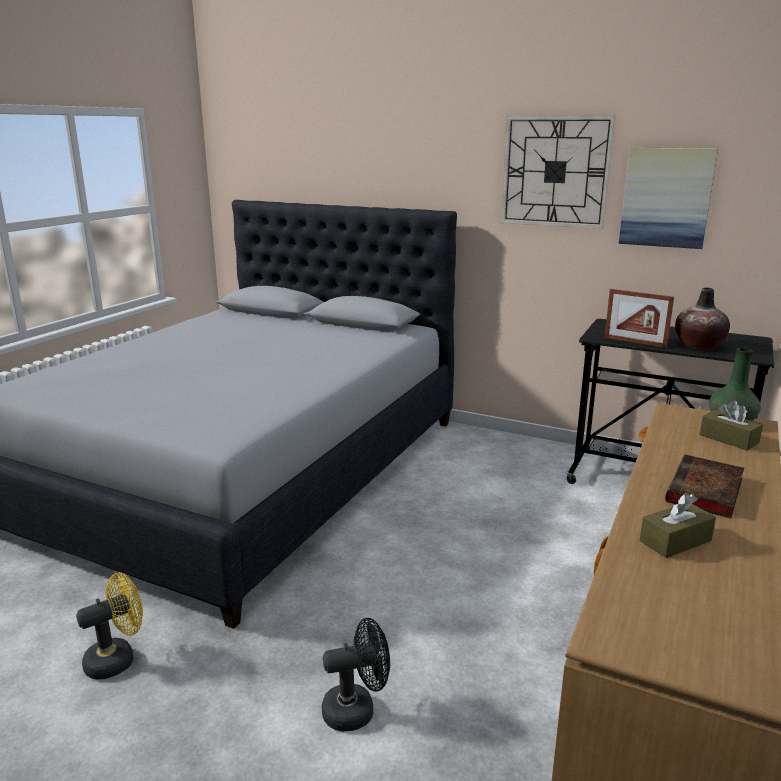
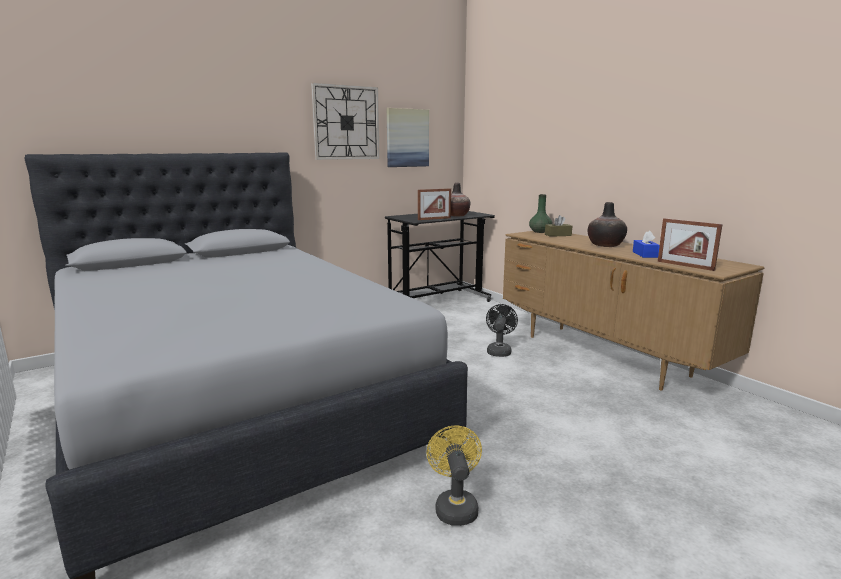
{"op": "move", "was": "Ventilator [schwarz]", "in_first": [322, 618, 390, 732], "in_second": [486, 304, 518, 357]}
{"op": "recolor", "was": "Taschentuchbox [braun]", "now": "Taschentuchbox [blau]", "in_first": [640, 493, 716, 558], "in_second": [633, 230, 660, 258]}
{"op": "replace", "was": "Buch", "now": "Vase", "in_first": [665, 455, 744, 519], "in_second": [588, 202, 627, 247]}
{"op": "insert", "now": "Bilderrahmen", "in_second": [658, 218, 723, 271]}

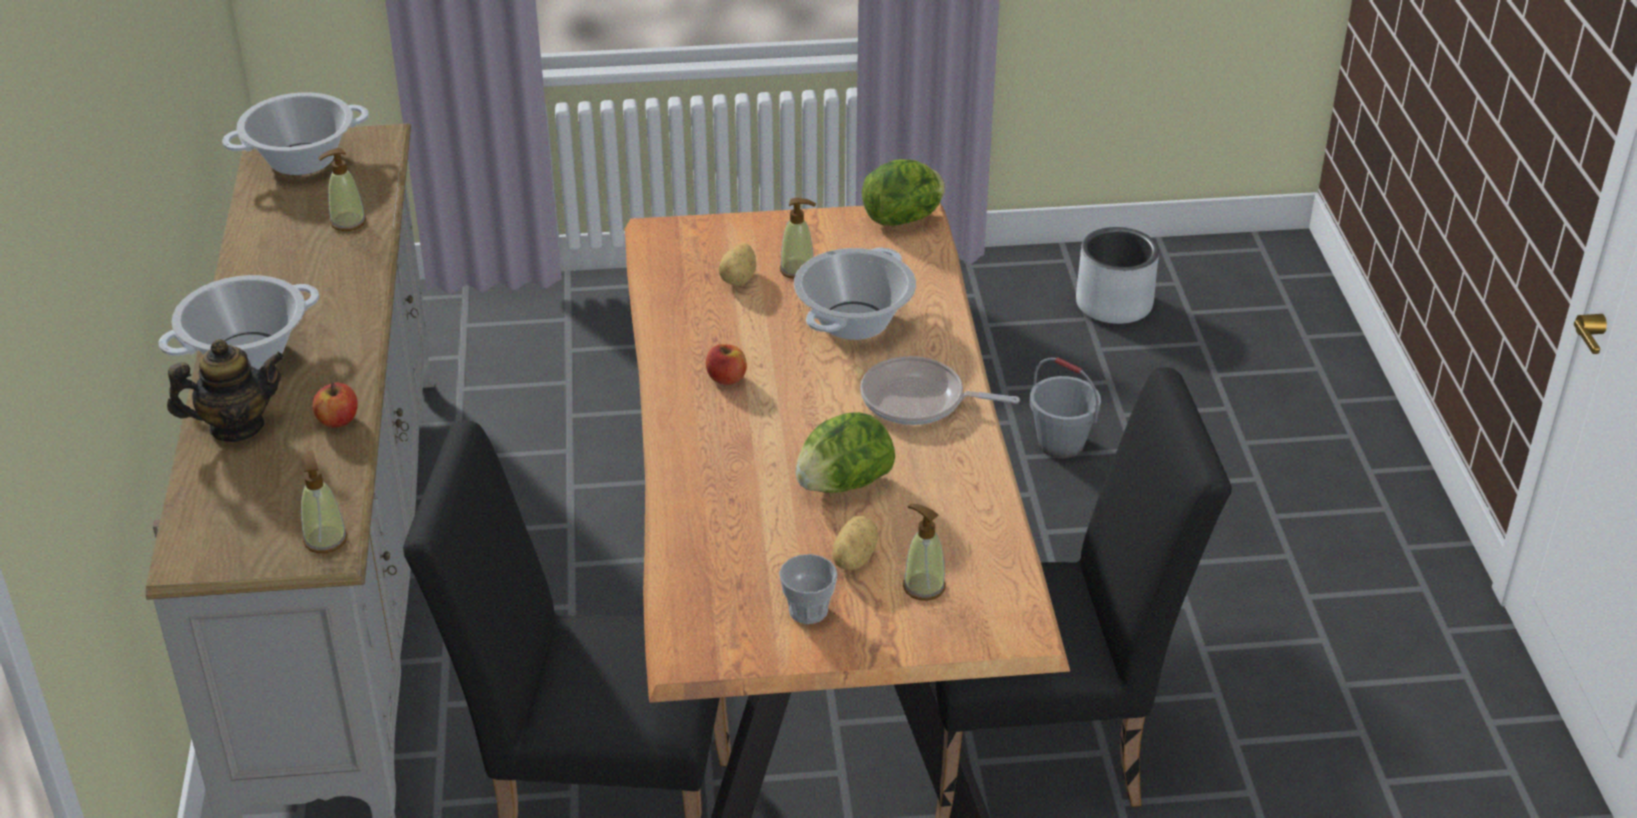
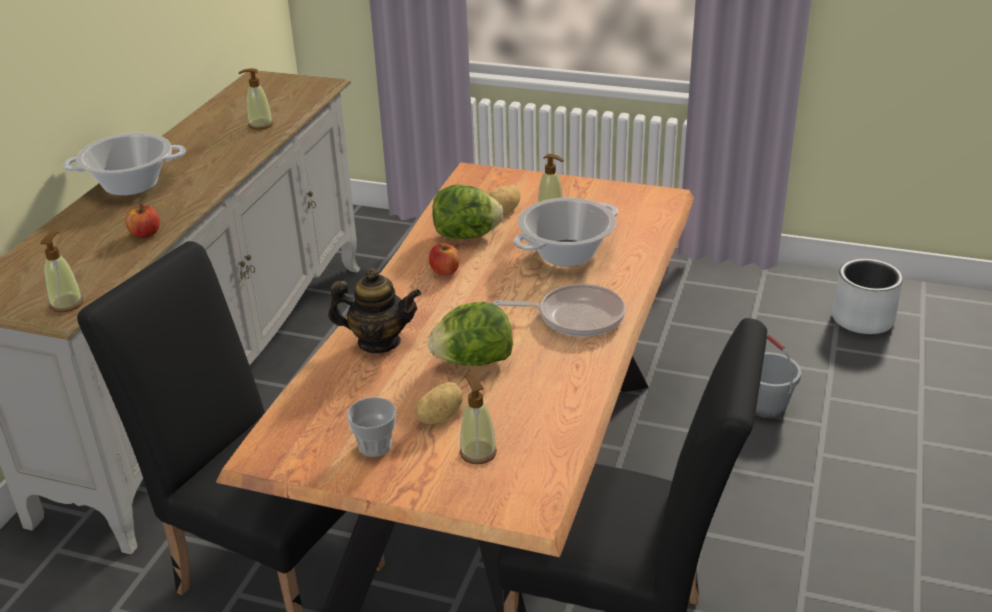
{"op": "move", "was": "Teekanne", "in_first": [167, 339, 284, 442], "in_second": [328, 268, 421, 353]}
{"op": "delete", "was": "Kochtopf", "in_first": [222, 92, 369, 175]}
{"op": "rotate", "was": "Pfanne", "in_first": [860, 356, 1020, 425], "in_second": [493, 284, 626, 337], "clockwise": 150}
{"op": "move", "was": "Salatkopf", "in_first": [862, 159, 945, 226], "in_second": [432, 184, 503, 239]}

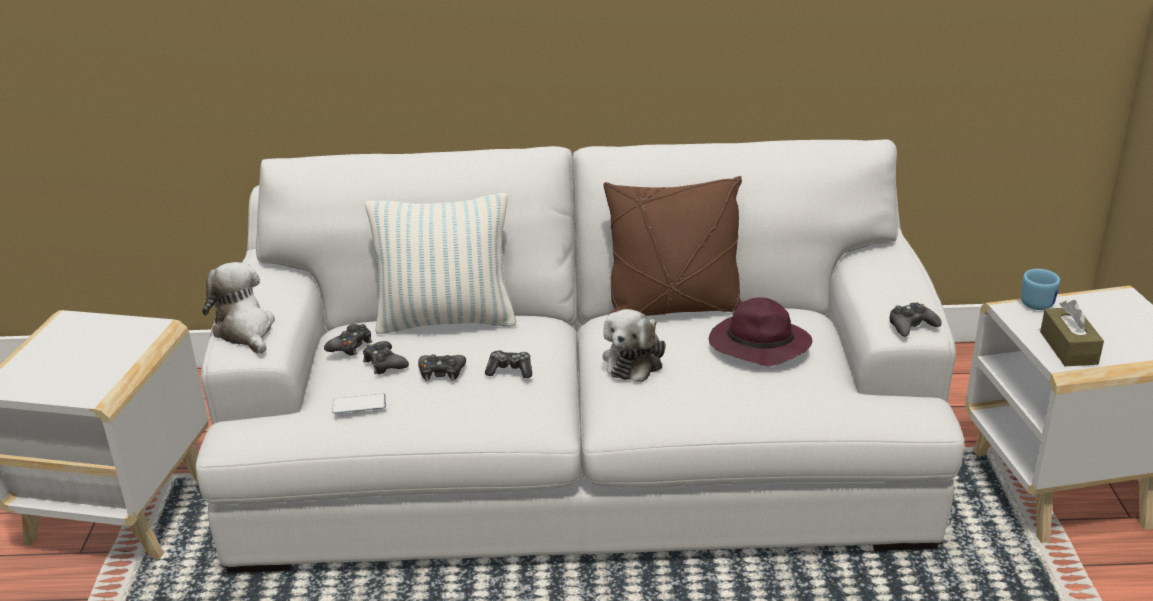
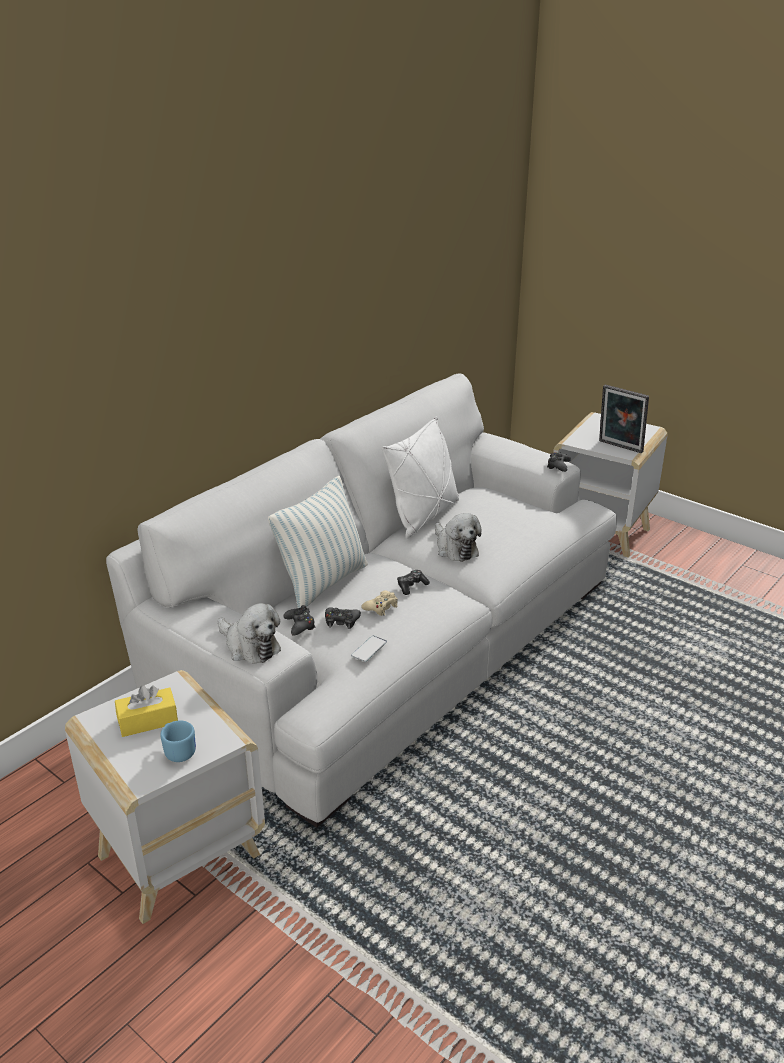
{"op": "rotate", "was": "Plüschtier", "in_first": [202, 262, 275, 354], "in_second": [218, 603, 281, 664], "clockwise": -150}
{"op": "recolor", "was": "Gamepad [schwarz]", "now": "Gamepad [beige]", "in_first": [418, 354, 466, 381], "in_second": [361, 590, 398, 616]}
{"op": "recolor", "was": "Kissen [braun]", "now": "Kissen [weiß]", "in_first": [604, 176, 743, 316], "in_second": [382, 417, 459, 539]}
{"op": "delete", "was": "Hut [lila]", "in_first": [709, 298, 812, 367]}
{"op": "move", "was": "Henkelbecher [blau]", "in_first": [1021, 269, 1060, 310], "in_second": [160, 721, 196, 762]}
{"op": "replace", "was": "Taschentuchbox [braun]", "now": "Bilderrahmen", "in_first": [1040, 300, 1104, 366], "in_second": [599, 385, 649, 453]}
{"op": "insert", "now": "Taschentuchbox [gelb]", "in_second": [115, 685, 178, 737]}

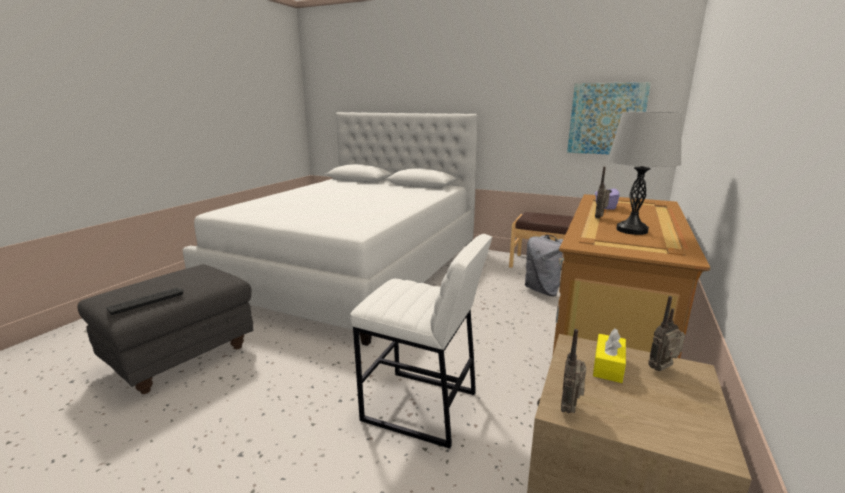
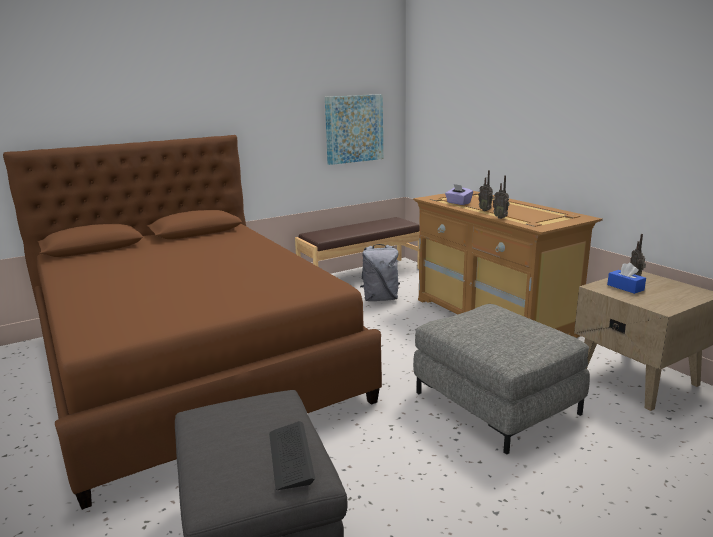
{"op": "recolor", "was": "Bett [weiß]", "now": "Bett [braun]", "in_first": [182, 112, 478, 346], "in_second": [3, 135, 382, 510]}
{"op": "replace", "was": "Stuhl [weiß]", "now": "Polsterhocker [grau]", "in_first": [350, 234, 492, 449], "in_second": [413, 304, 590, 455]}
{"op": "move", "was": "Radio", "in_first": [561, 329, 586, 413], "in_second": [493, 175, 509, 219]}
{"op": "recolor", "was": "Taschentuchbox [gelb]", "now": "Taschentuchbox [blau]", "in_first": [593, 329, 626, 383], "in_second": [607, 263, 646, 294]}
{"op": "delete", "was": "Tischlampe [grau]", "in_first": [608, 112, 682, 235]}

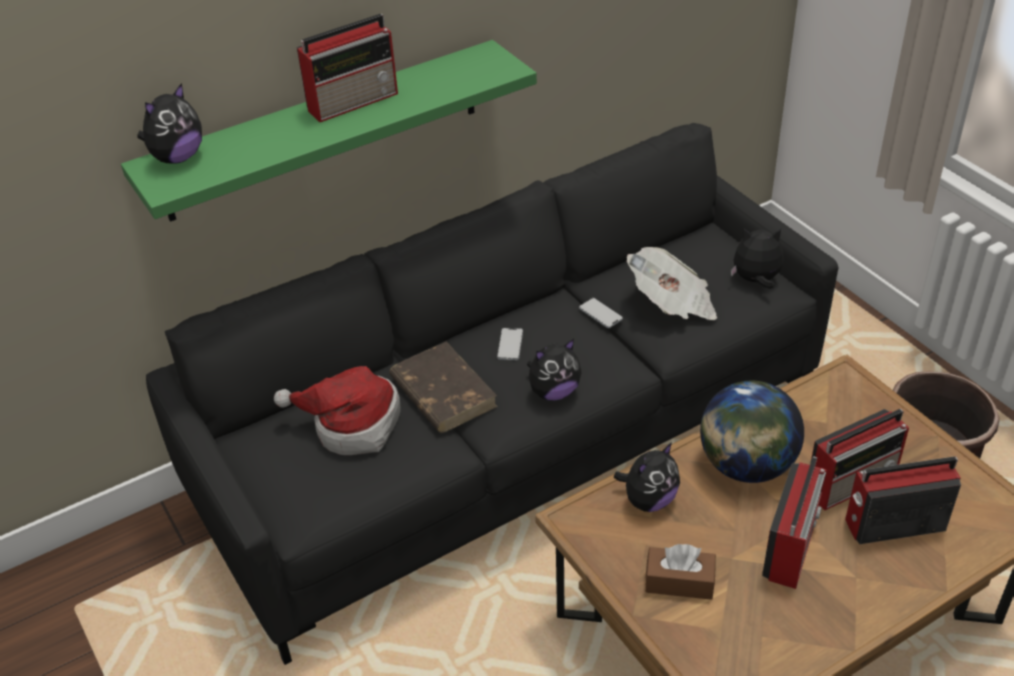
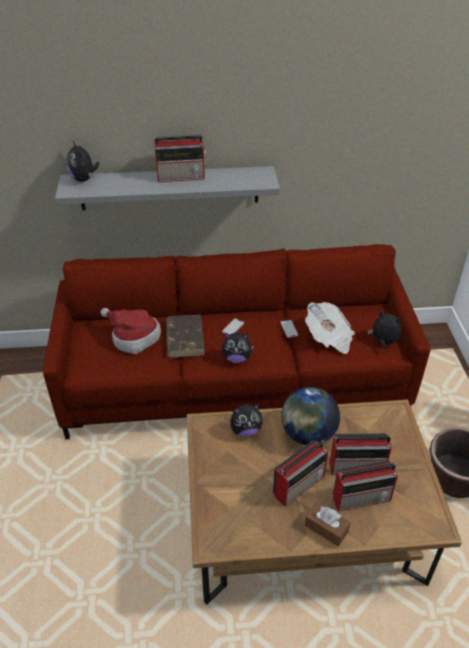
{"op": "recolor", "was": "Wandregal [grün]", "now": "Wandregal [grau]", "in_first": [121, 40, 537, 222], "in_second": [55, 166, 280, 210]}
{"op": "rotate", "was": "Plüschtier", "in_first": [137, 83, 202, 164], "in_second": [67, 141, 99, 182], "clockwise": 90}
{"op": "recolor", "was": "Sofa [schwarz]", "now": "Sofa [rot]", "in_first": [146, 123, 838, 665], "in_second": [43, 244, 430, 439]}
{"op": "move", "was": "Taschentuchbox [braun]", "in_first": [645, 544, 716, 600], "in_second": [305, 502, 351, 546]}
{"op": "rotate", "was": "Radio", "in_first": [845, 456, 961, 544], "in_second": [333, 460, 398, 511], "clockwise": 150}

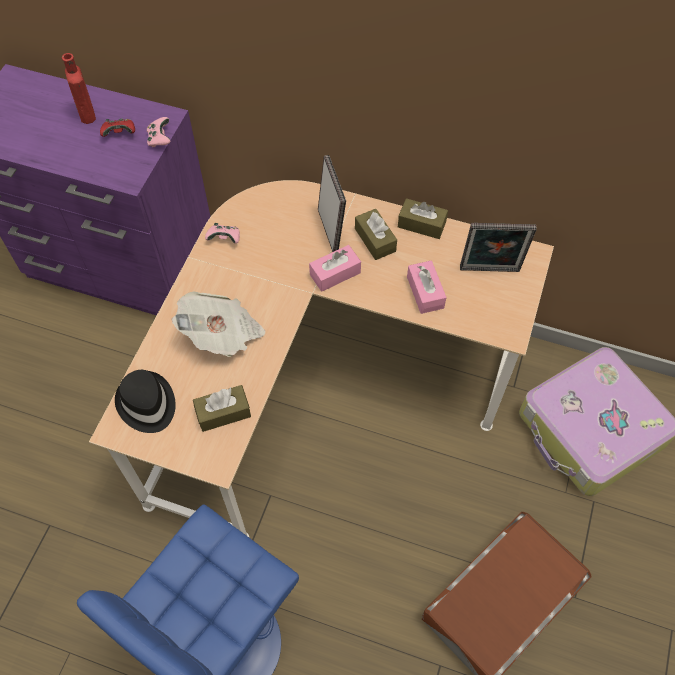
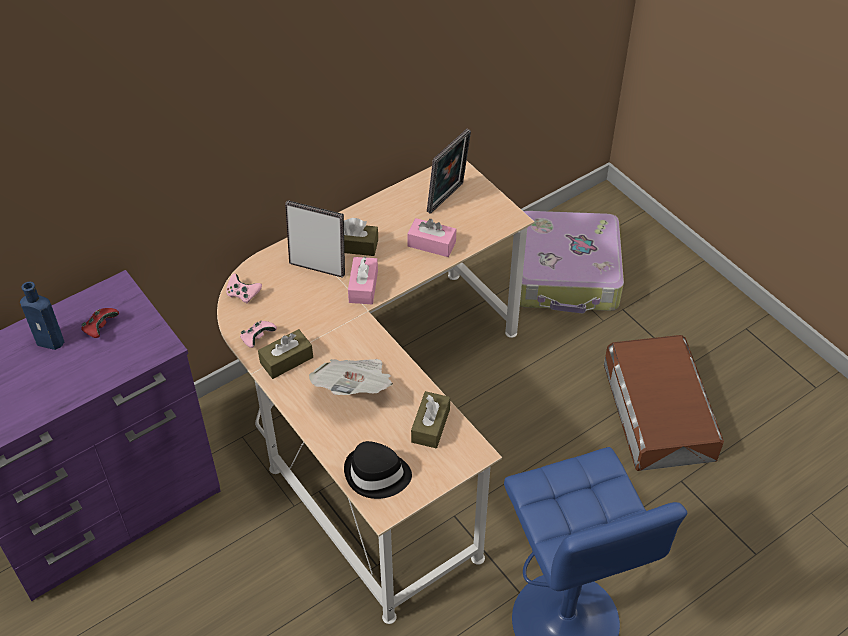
{"op": "recolor", "was": "Flasche [rot]", "now": "Flasche [blau]", "in_first": [62, 53, 96, 124], "in_second": [20, 282, 64, 350]}
{"op": "move", "was": "Gamepad [rosa]", "in_first": [147, 117, 170, 147], "in_second": [226, 273, 262, 304]}
{"op": "move", "was": "Taschentuchbox [braun]", "in_first": [398, 198, 448, 239], "in_second": [258, 329, 313, 379]}

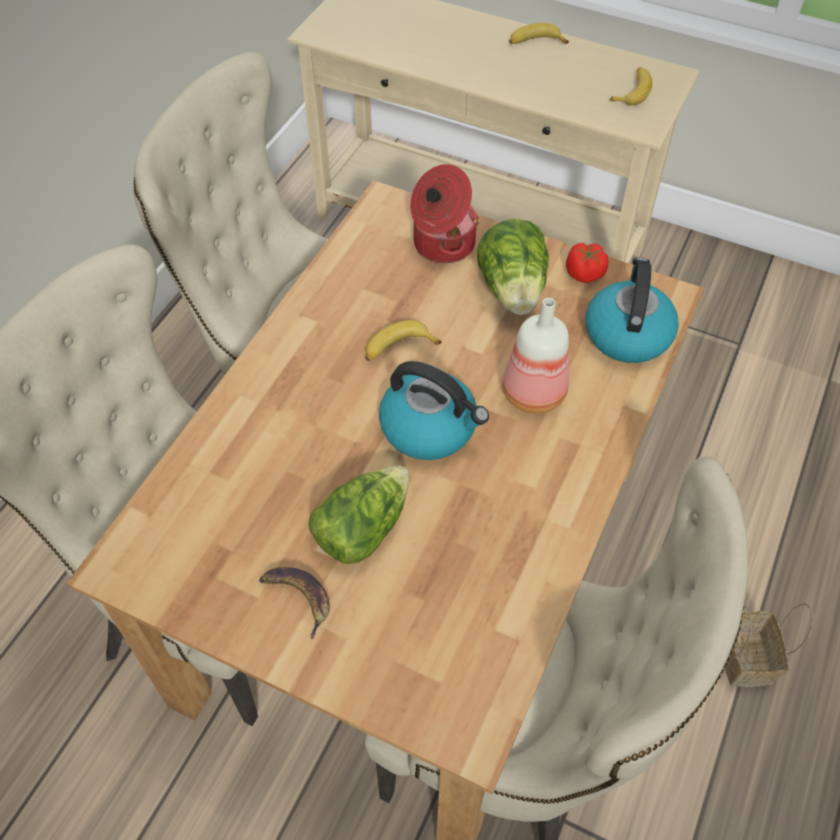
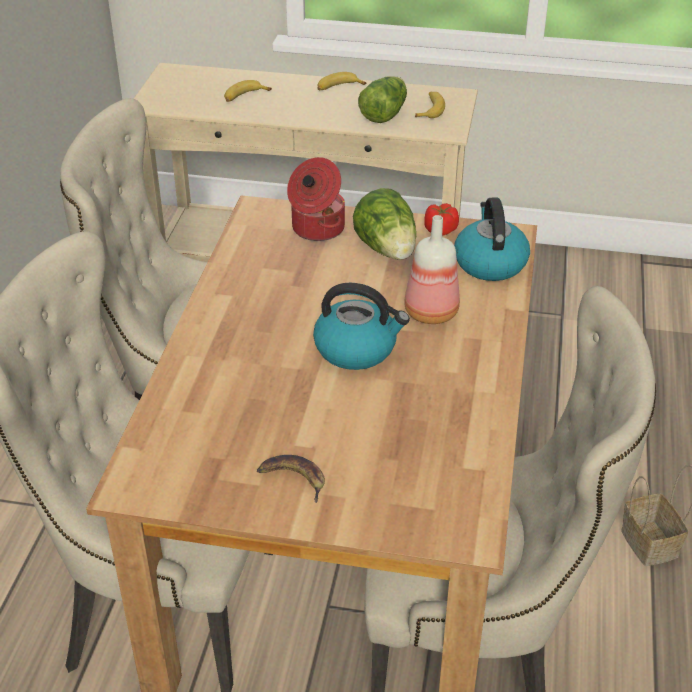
{"op": "move", "was": "Salatkopf", "in_first": [308, 465, 410, 564], "in_second": [358, 76, 407, 123]}
{"op": "move", "was": "Banane", "in_first": [365, 320, 442, 361], "in_second": [224, 80, 272, 102]}

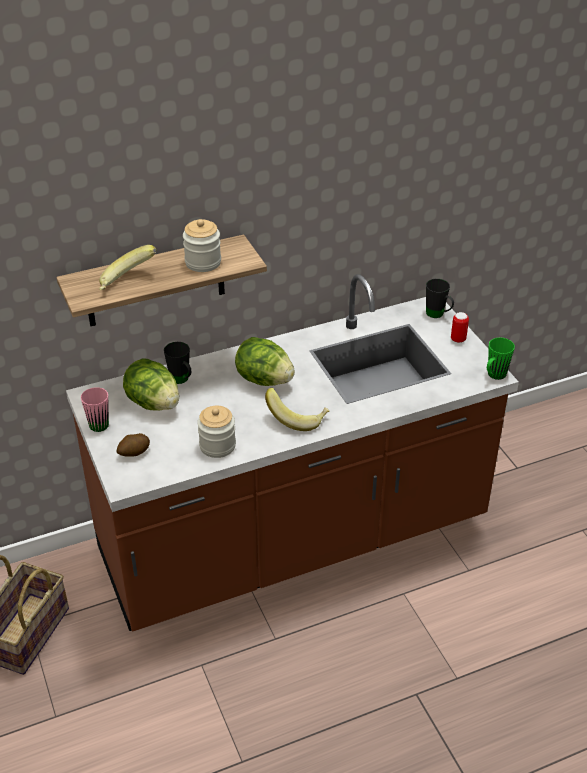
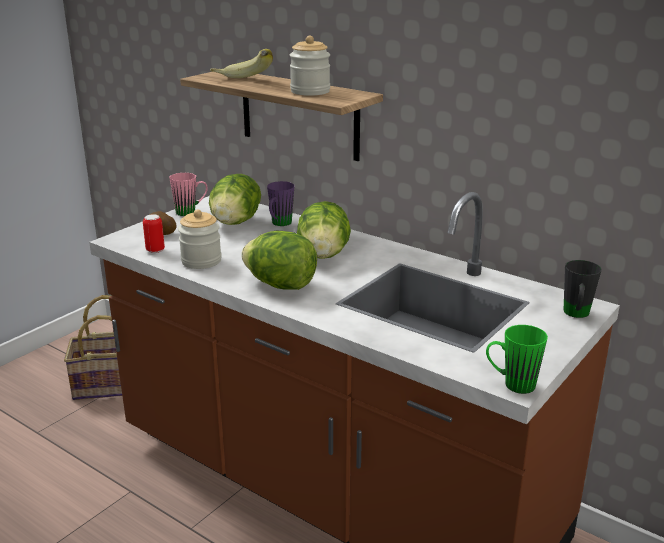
{"op": "recolor", "was": "Henkelbecher [schwarz]", "now": "Henkelbecher [lila]", "in_first": [164, 342, 191, 384], "in_second": [267, 181, 294, 226]}
{"op": "replace", "was": "Banane", "now": "Salatkopf", "in_first": [265, 388, 330, 431], "in_second": [241, 231, 317, 290]}
{"op": "move", "was": "Dose", "in_first": [451, 312, 469, 343], "in_second": [143, 214, 165, 253]}

